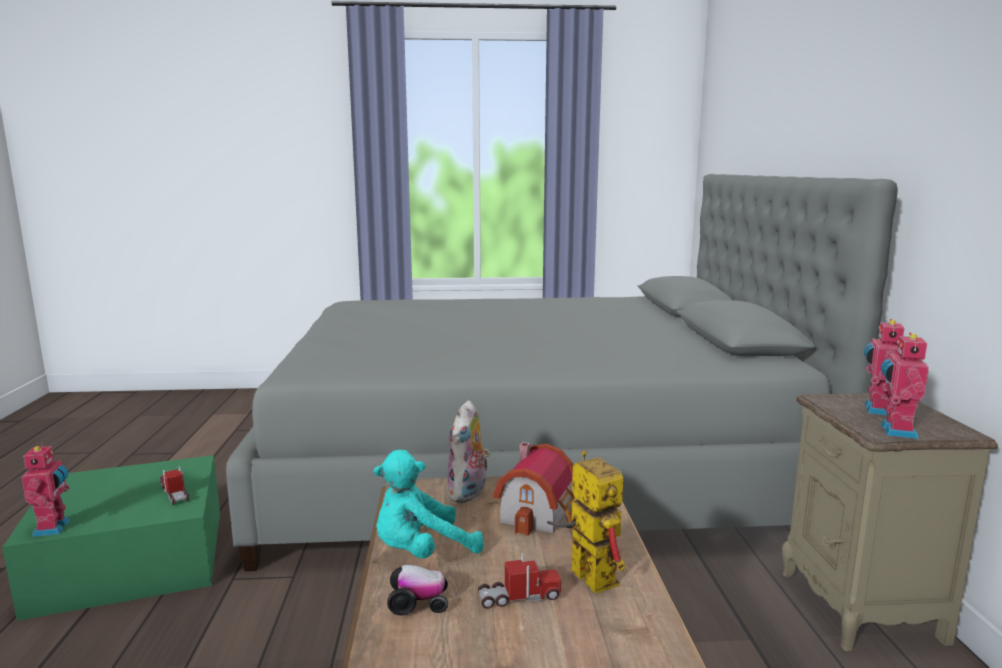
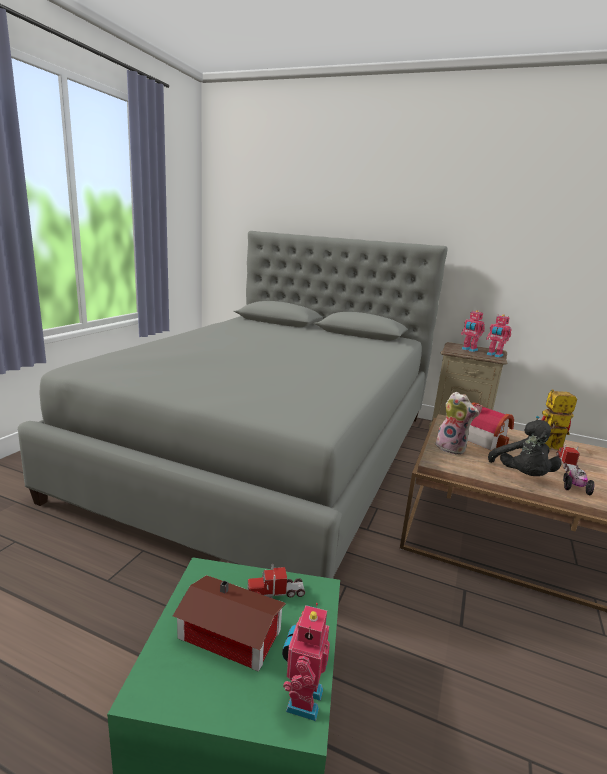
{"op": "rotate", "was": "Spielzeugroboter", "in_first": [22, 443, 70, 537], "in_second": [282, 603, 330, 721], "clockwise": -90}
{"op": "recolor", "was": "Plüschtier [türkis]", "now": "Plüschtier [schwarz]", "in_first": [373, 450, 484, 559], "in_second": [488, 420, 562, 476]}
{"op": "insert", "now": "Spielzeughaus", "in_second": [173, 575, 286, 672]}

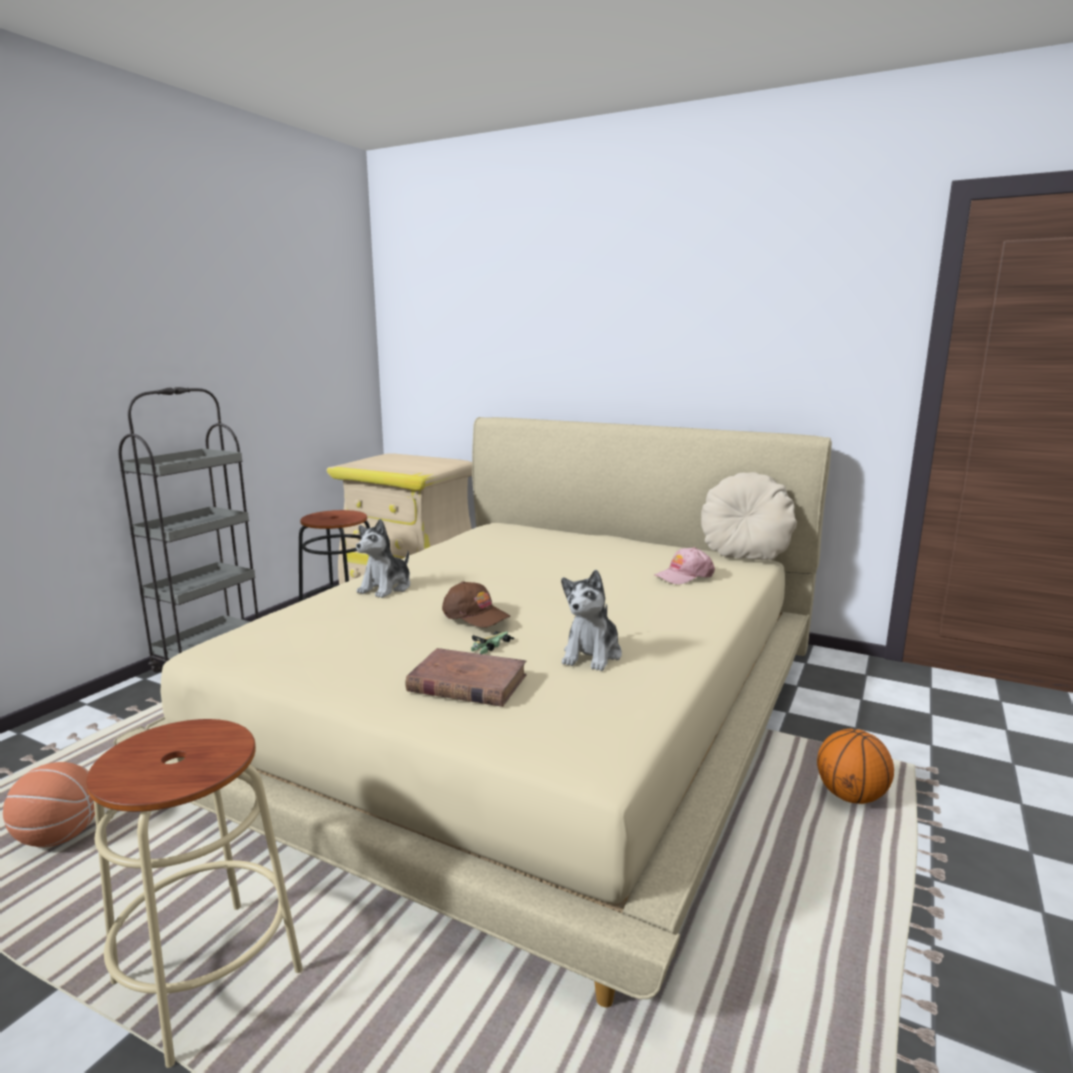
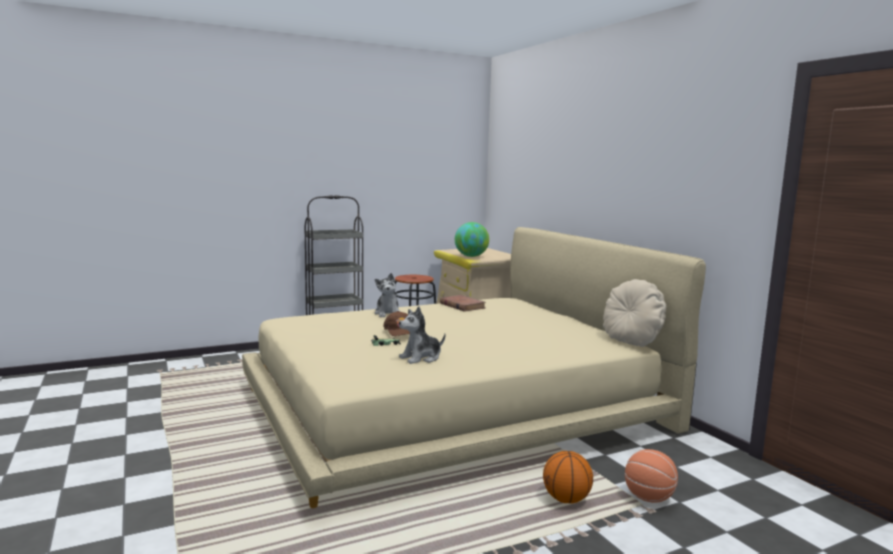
{"op": "move", "was": "Basketball", "in_first": [3, 762, 95, 847], "in_second": [625, 449, 678, 502]}
{"op": "delete", "was": "Hocker [beige]", "in_first": [86, 719, 303, 1068]}
{"op": "rotate", "was": "Plüschtier", "in_first": [356, 519, 410, 598], "in_second": [374, 273, 400, 317], "clockwise": -75}
{"op": "move", "was": "Buch [braun]", "in_first": [405, 648, 527, 707], "in_second": [440, 295, 486, 312]}
{"op": "delete", "was": "Kappe [rosa]", "in_first": [654, 547, 715, 584]}
{"op": "insert", "now": "Globus", "in_second": [455, 222, 489, 257]}

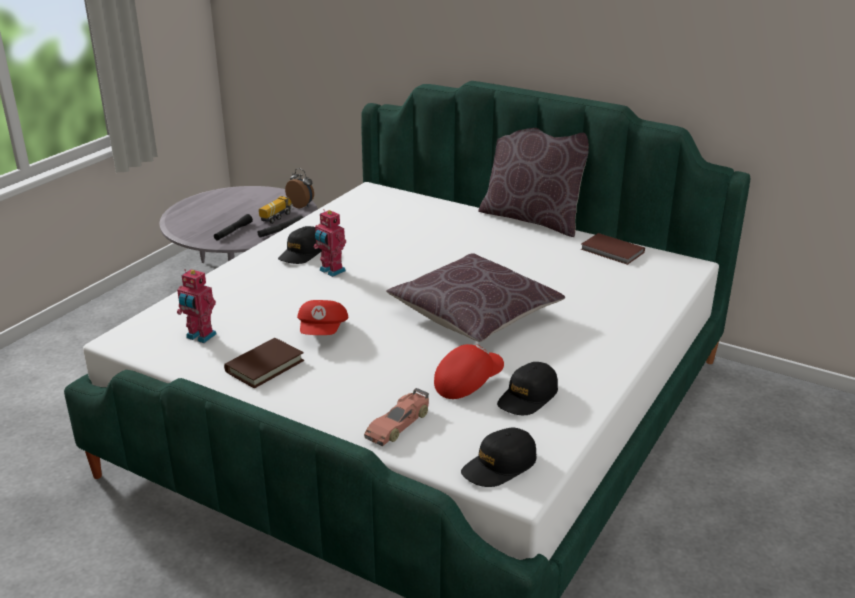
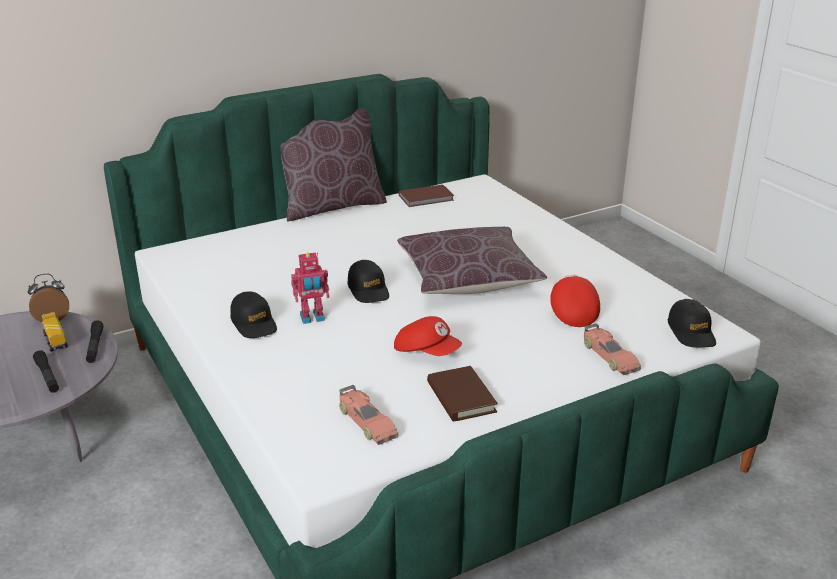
{"op": "replace", "was": "Spielzeugroboter", "now": "Spielzeugauto", "in_first": [177, 269, 217, 343], "in_second": [339, 385, 398, 445]}
{"op": "move", "was": "Kappe [schwarz]", "in_first": [497, 362, 558, 415], "in_second": [347, 260, 389, 303]}

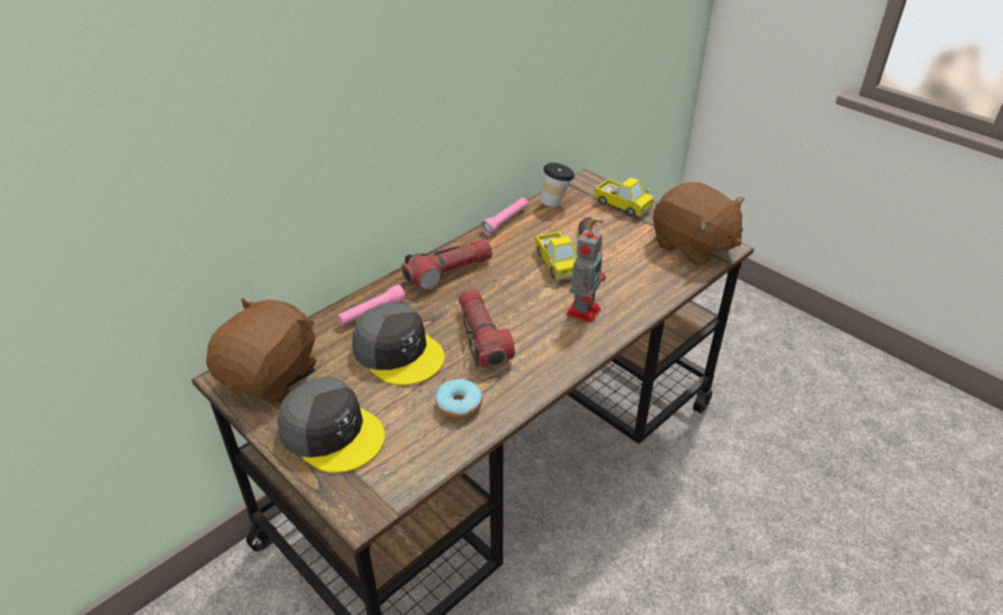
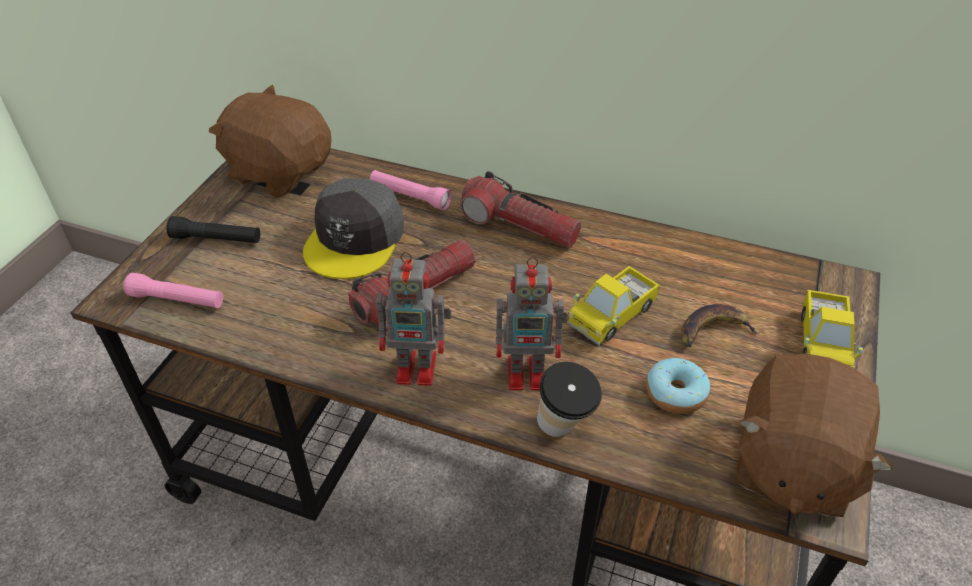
{"op": "rotate", "was": "Plüschtier [braun]", "in_first": [206, 298, 316, 402], "in_second": [209, 85, 332, 198], "clockwise": -150}
{"op": "replace", "was": "Kappe [grau]", "now": "Taschenlampe [schwarz]", "in_first": [278, 377, 385, 473], "in_second": [166, 216, 260, 243]}
{"op": "move", "was": "Donut", "in_first": [436, 379, 482, 419], "in_second": [646, 358, 710, 414]}
{"op": "move", "was": "Taschenlampe [rosa]", "in_first": [481, 198, 528, 235], "in_second": [124, 273, 223, 308]}
{"op": "move", "was": "Tasse", "in_first": [541, 163, 575, 207], "in_second": [537, 362, 602, 437]}
{"op": "insert", "now": "Spielzeugroboter", "in_second": [376, 252, 452, 386]}

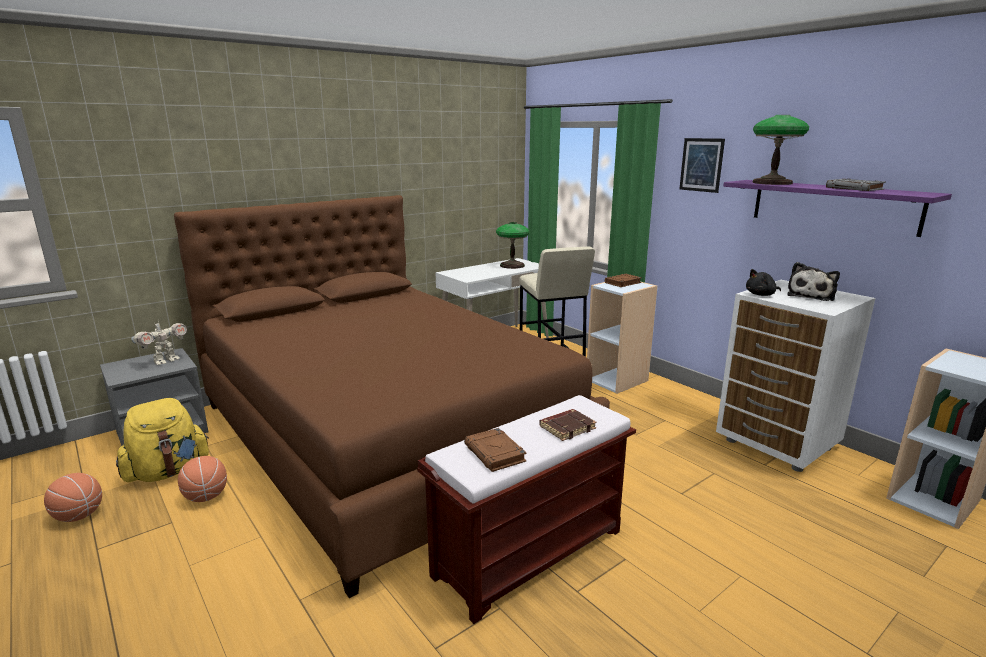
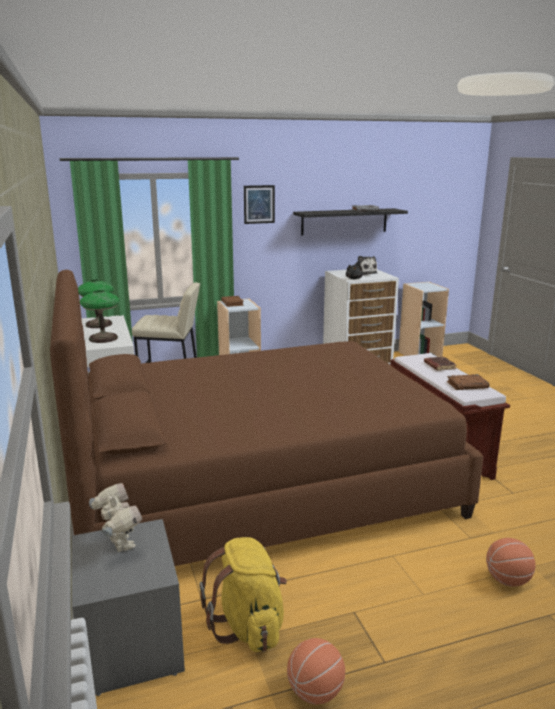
{"op": "move", "was": "Basketball", "in_first": [178, 456, 227, 502], "in_second": [486, 538, 536, 587]}
{"op": "recolor", "was": "Wandregal [lila]", "now": "Wandregal [schwarz]", "in_first": [723, 180, 952, 237], "in_second": [293, 208, 408, 236]}
{"op": "move", "was": "Tischlampe", "in_first": [752, 115, 809, 185], "in_second": [80, 290, 119, 343]}

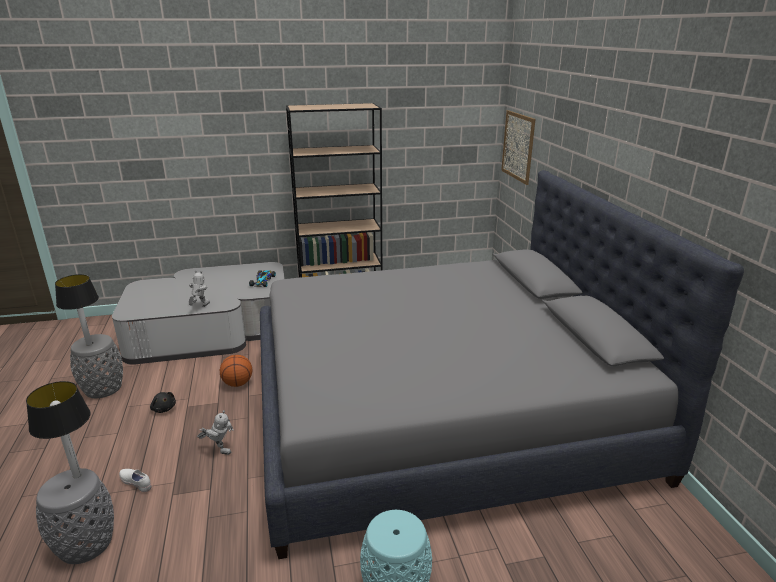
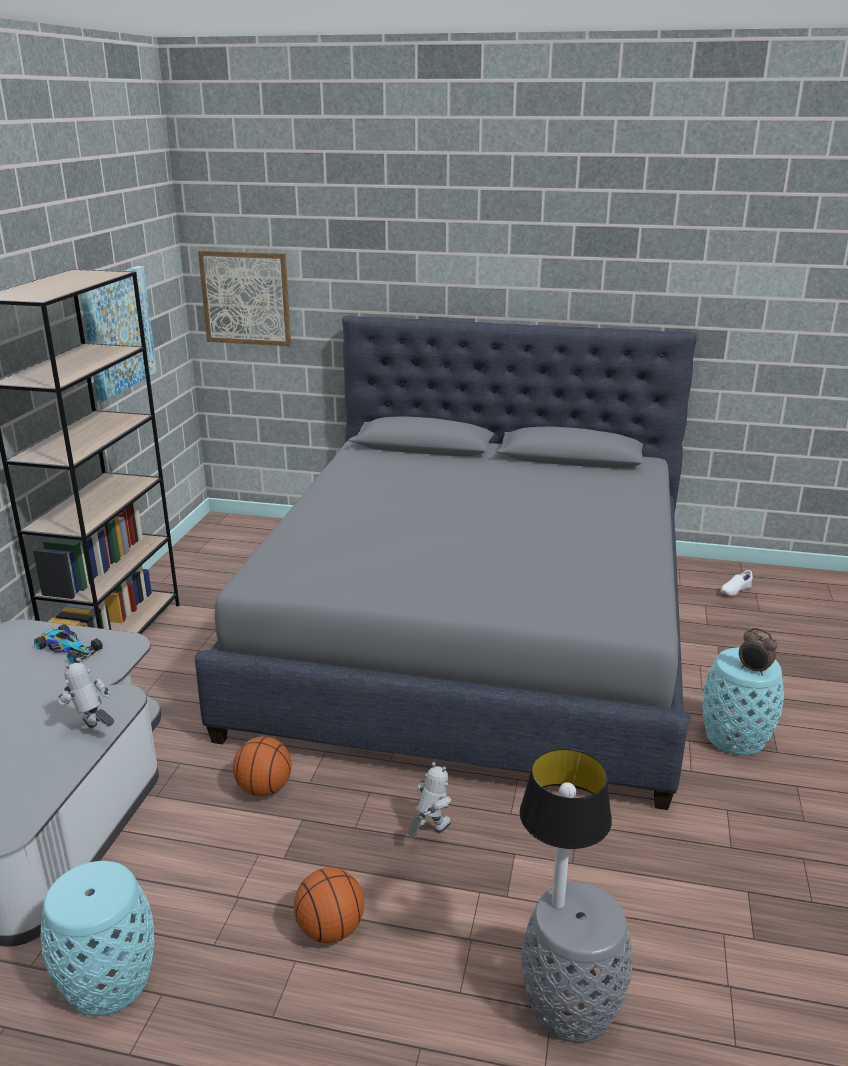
{"op": "delete", "was": "Tischlampe", "in_first": [55, 274, 99, 346]}
{"op": "recolor", "was": "Hocker [grau]", "now": "Hocker [türkis]", "in_first": [70, 334, 123, 398], "in_second": [41, 861, 154, 1016]}
{"op": "move", "was": "Schuh [weiß]", "in_first": [119, 469, 152, 492], "in_second": [720, 570, 753, 596]}
{"op": "delete", "was": "Plüschtier [schwarz]", "in_first": [150, 392, 176, 413]}
{"op": "insert", "now": "Bild", "in_second": [80, 266, 157, 402]}
{"op": "insert", "now": "Basketball", "in_second": [294, 867, 364, 943]}
{"op": "insert", "now": "Wecker", "in_second": [739, 628, 777, 676]}

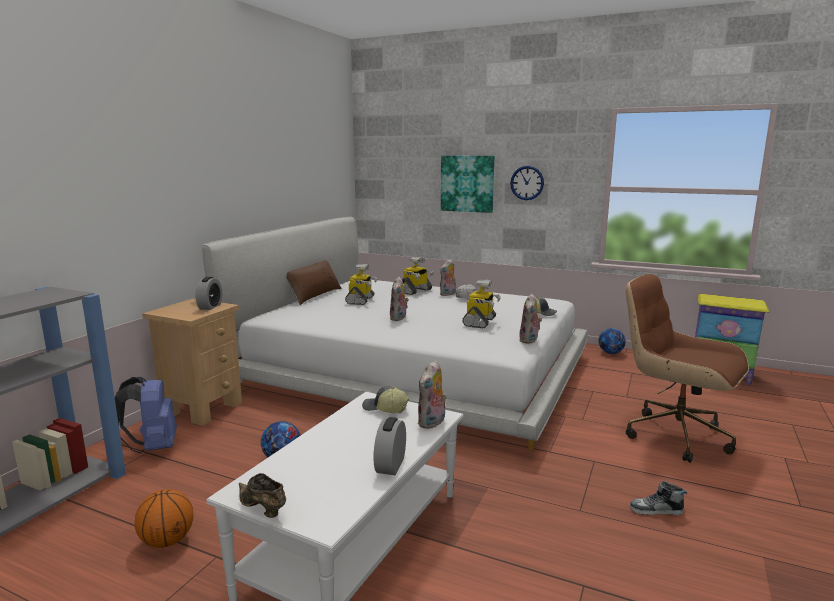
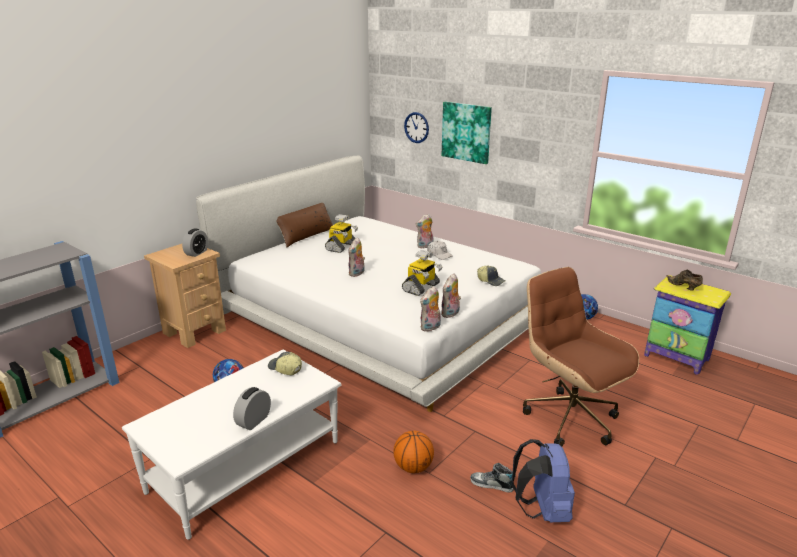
{"op": "move", "was": "Rucksack [blau]", "in_first": [115, 377, 177, 453], "in_second": [512, 439, 575, 522]}
{"op": "move", "was": "Basketball", "in_first": [135, 489, 193, 548], "in_second": [393, 431, 434, 473]}
{"op": "move", "was": "Schuh [braun]", "in_first": [239, 473, 286, 518], "in_second": [667, 270, 703, 291]}
{"op": "delete", "was": "Spielzeugroboter", "in_first": [402, 257, 434, 295]}
{"op": "move", "was": "Plüschtier", "in_first": [417, 360, 447, 429], "in_second": [420, 286, 441, 332]}
{"op": "move", "was": "Wanduhr", "in_first": [510, 166, 544, 200], "in_second": [404, 112, 429, 143]}

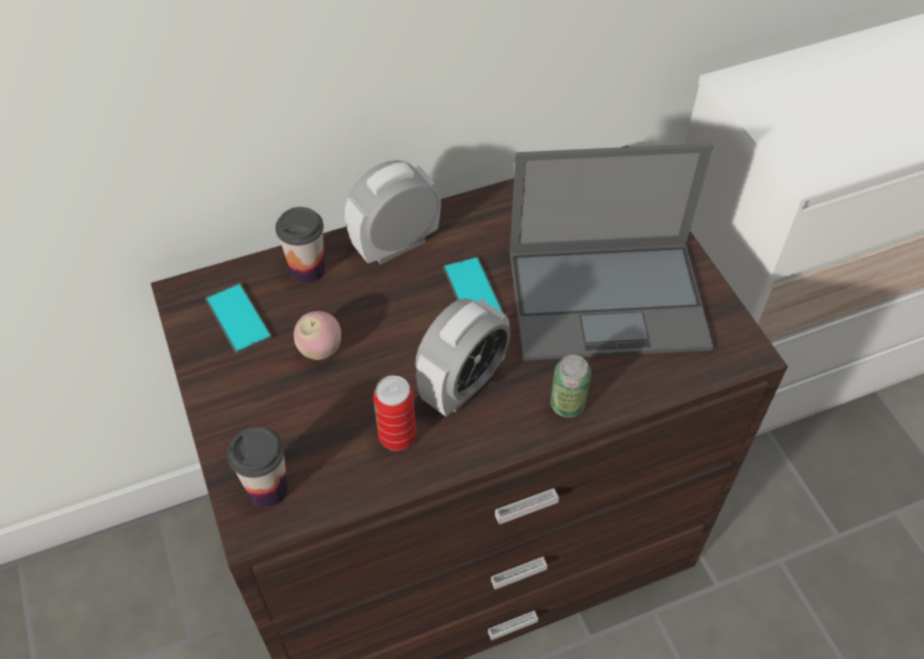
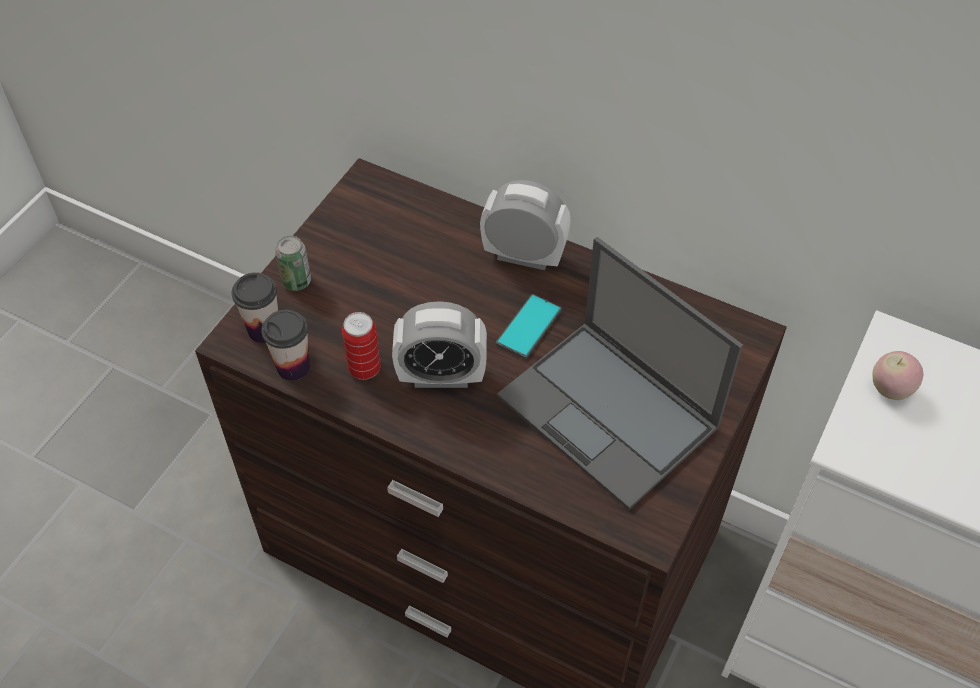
{"op": "delete", "was": "Handy", "in_first": [205, 283, 272, 354]}
{"op": "move", "was": "Tasse", "in_first": [275, 207, 325, 284], "in_second": [262, 310, 310, 381]}
{"op": "move", "was": "Apfel", "in_first": [294, 311, 341, 360], "in_second": [872, 351, 923, 400]}
{"op": "move", "was": "Dose", "in_first": [550, 355, 591, 418], "in_second": [275, 236, 311, 291]}

